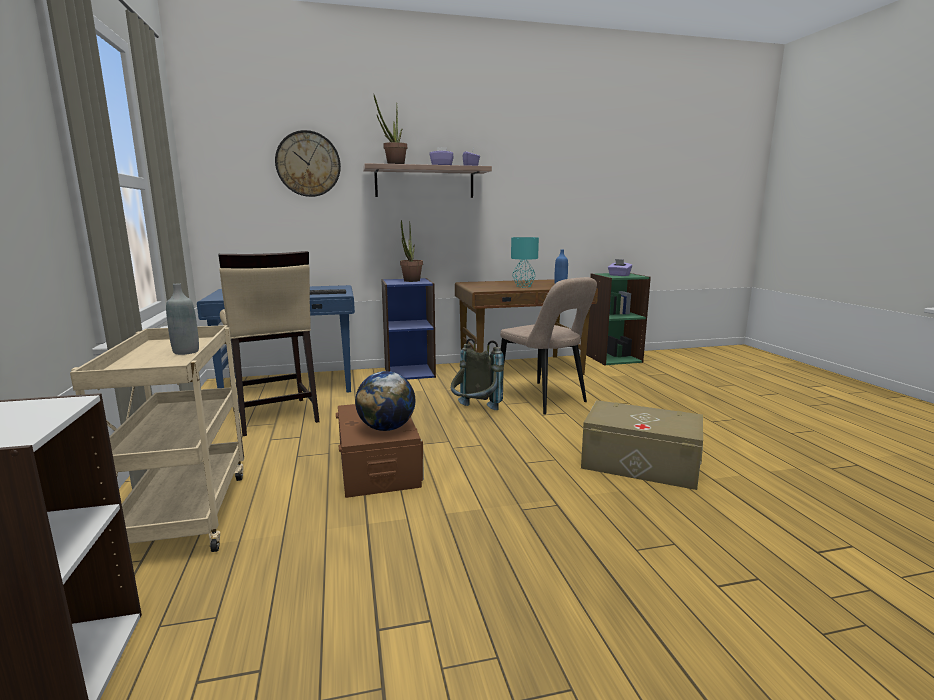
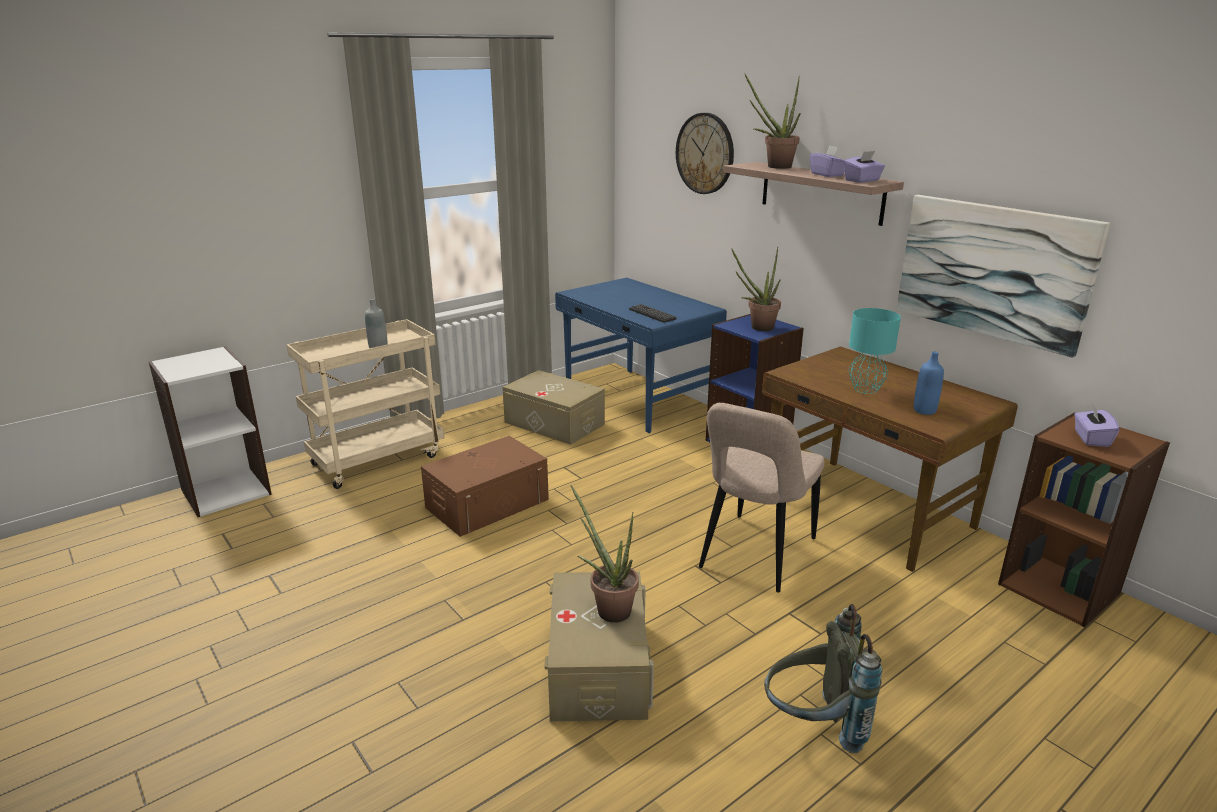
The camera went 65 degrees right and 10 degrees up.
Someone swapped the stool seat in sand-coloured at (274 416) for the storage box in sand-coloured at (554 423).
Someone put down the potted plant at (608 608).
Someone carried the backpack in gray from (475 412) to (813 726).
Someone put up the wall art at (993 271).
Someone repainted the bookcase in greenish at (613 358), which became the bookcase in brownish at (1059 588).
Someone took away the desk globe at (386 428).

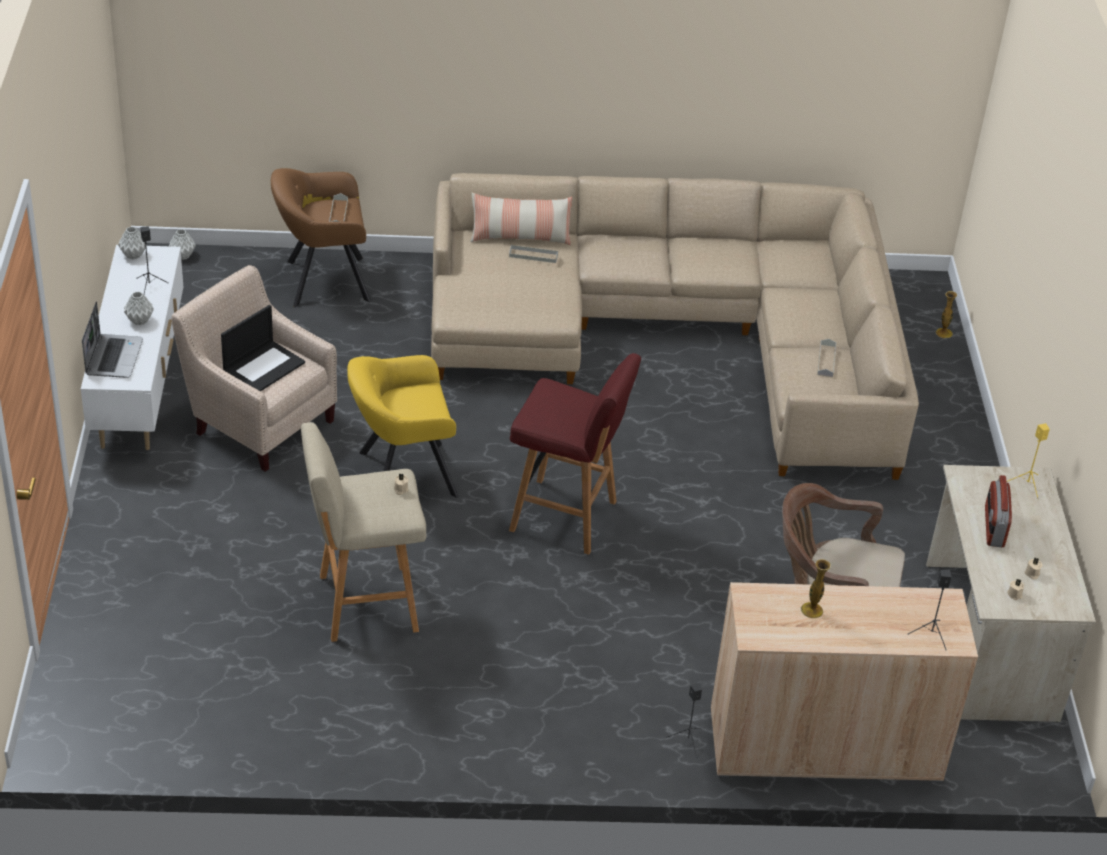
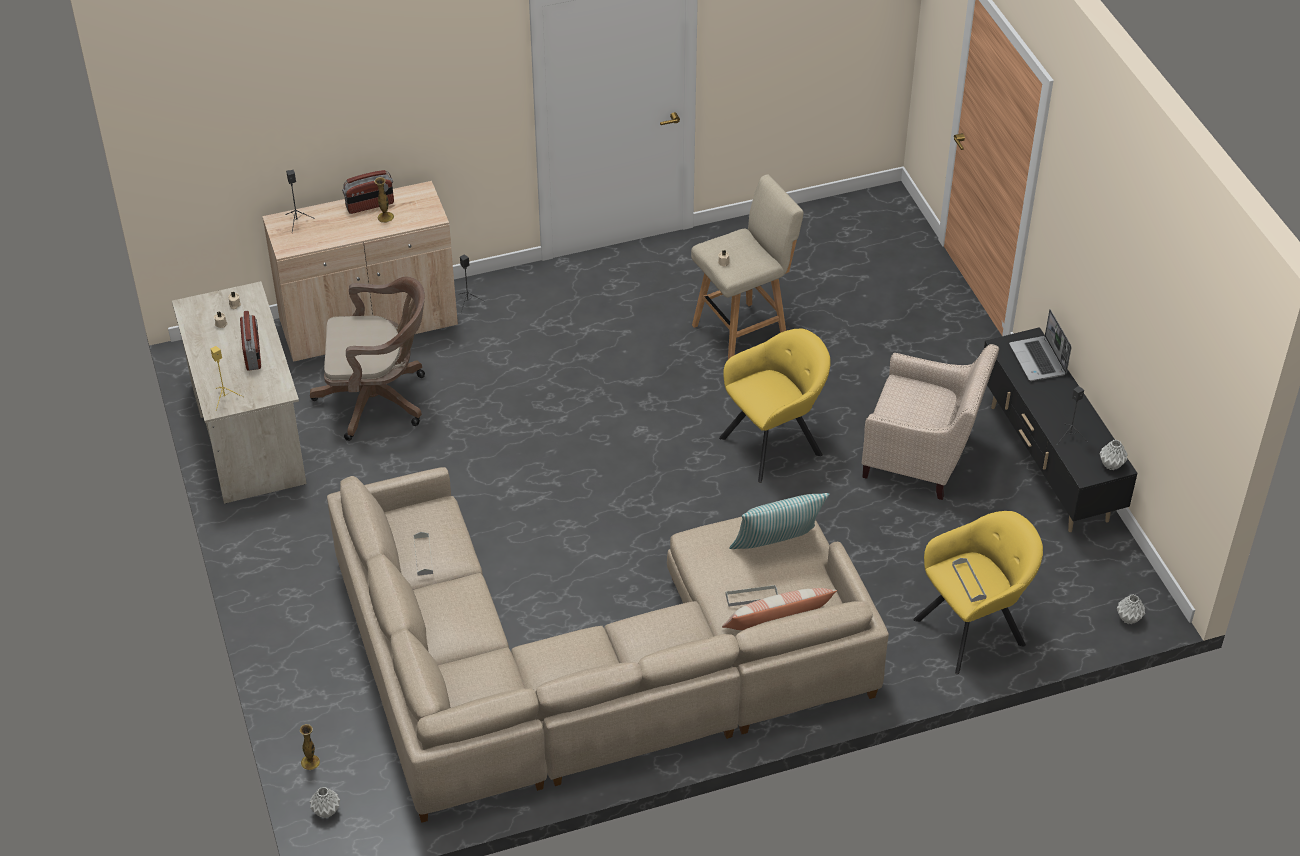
The camera went 165 degrees right and 5 degrees up.
Someone carried the vase in gray from (139 320) to (327 811).
Someone put down the radio at (370 205).
Someone put down the cushion at (777 549).
Someone repainted the easy chair in brownish at (322 281), which became the easy chair in yellow at (974 629).
Someone repainted the tv unit in white at (140 385), which became the tv unit in blackish at (1047 464).
Someone took away the portable computer at (264 366).
Someone took away the stool seat in red at (566 517).

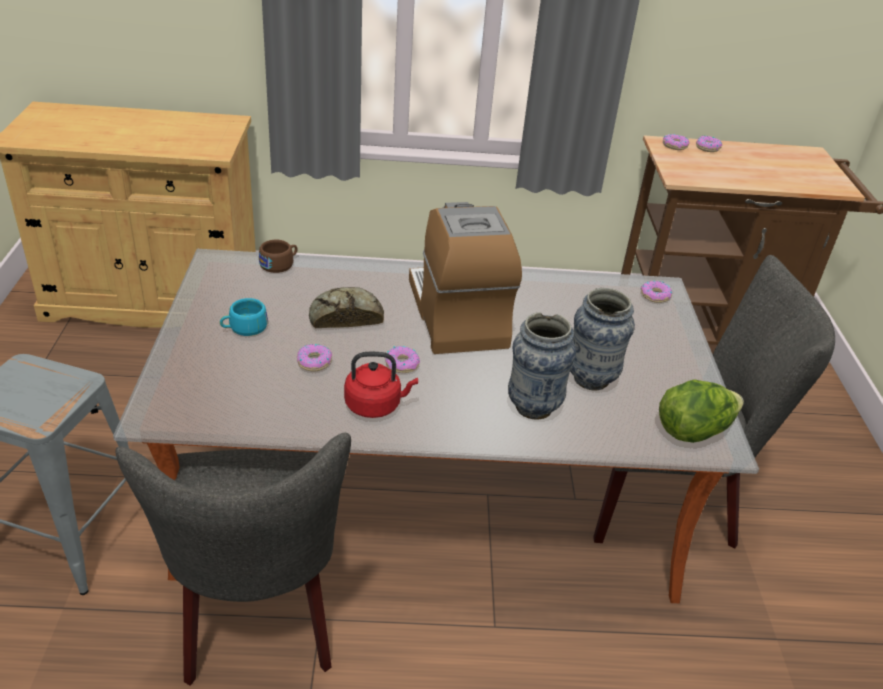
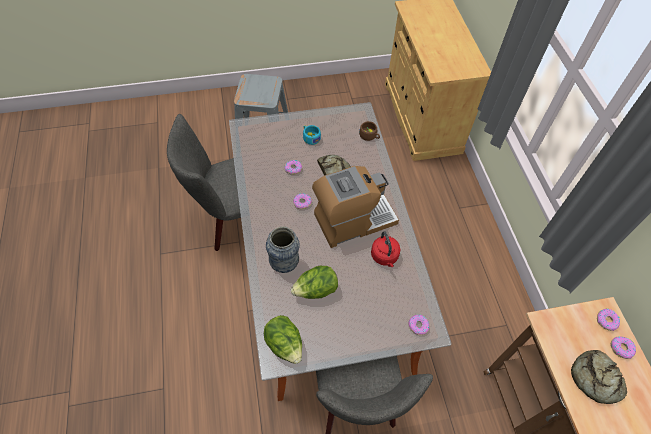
The camera went 80 degrees right and 20 degrees up.
Someone swapped the vase at (591 379) for the head of lettuce at (315 290).
Someone carried the water kettle in red from (376 405) to (385 257).
Someone put down the bakery bread at (595 379).

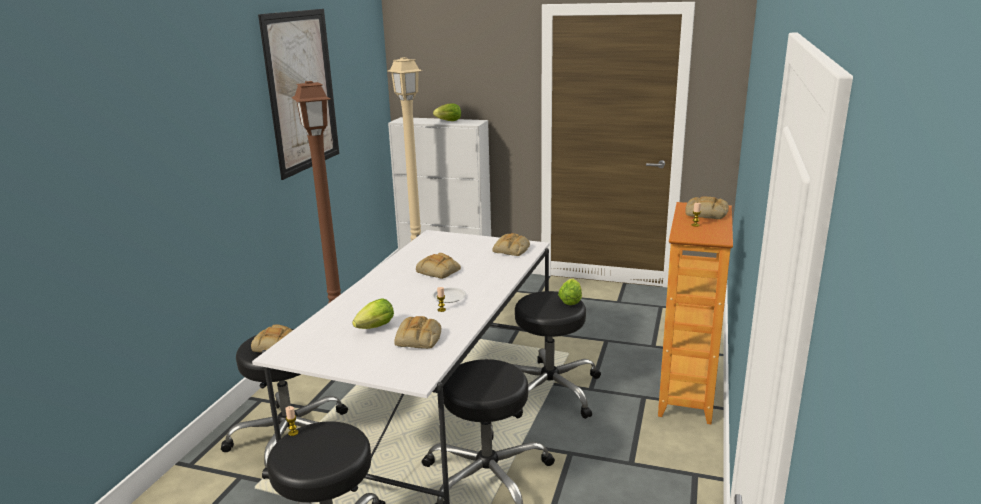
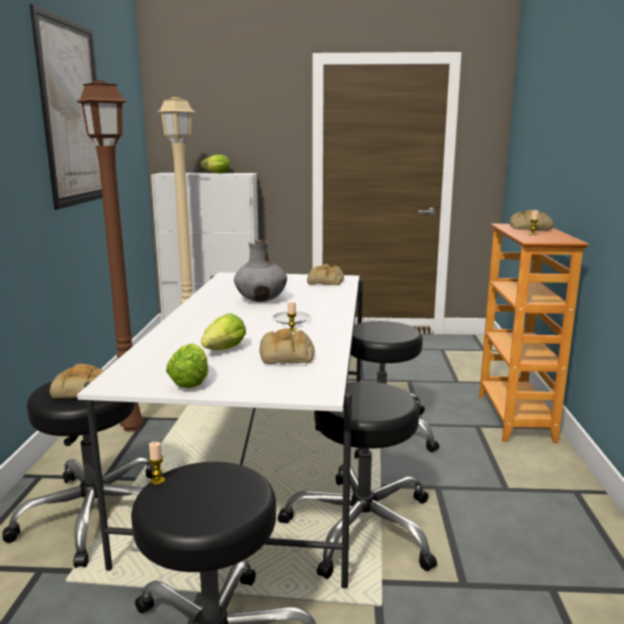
The camera went 15 degrees left and 5 degrees down.
Someone carried the head of lettuce from (571 300) to (191 381).
Someone swapped the bakery bread at (439 271) for the vase in gray at (261 300).

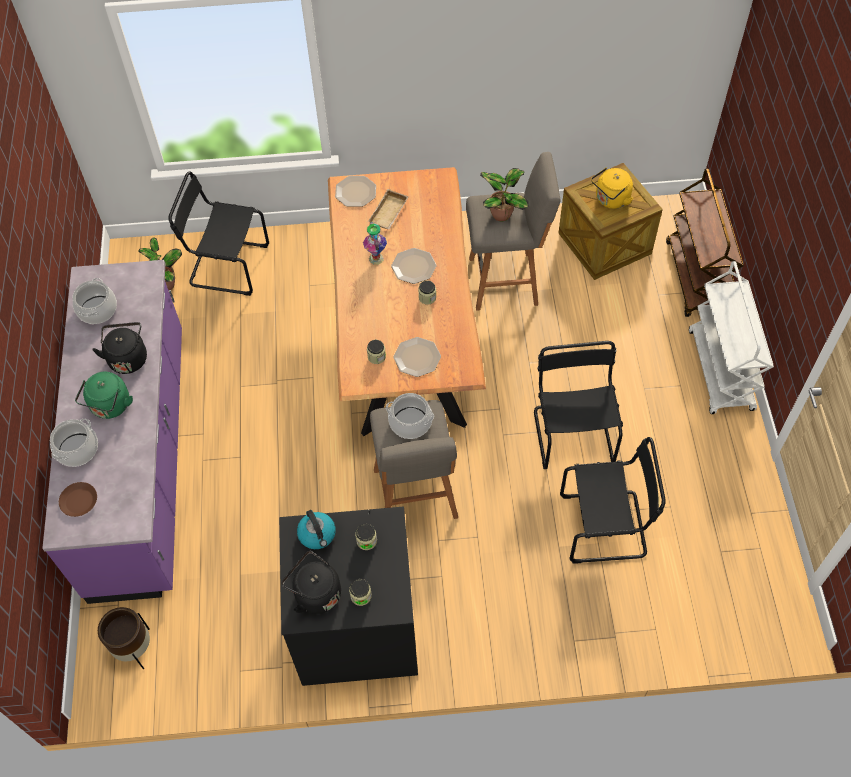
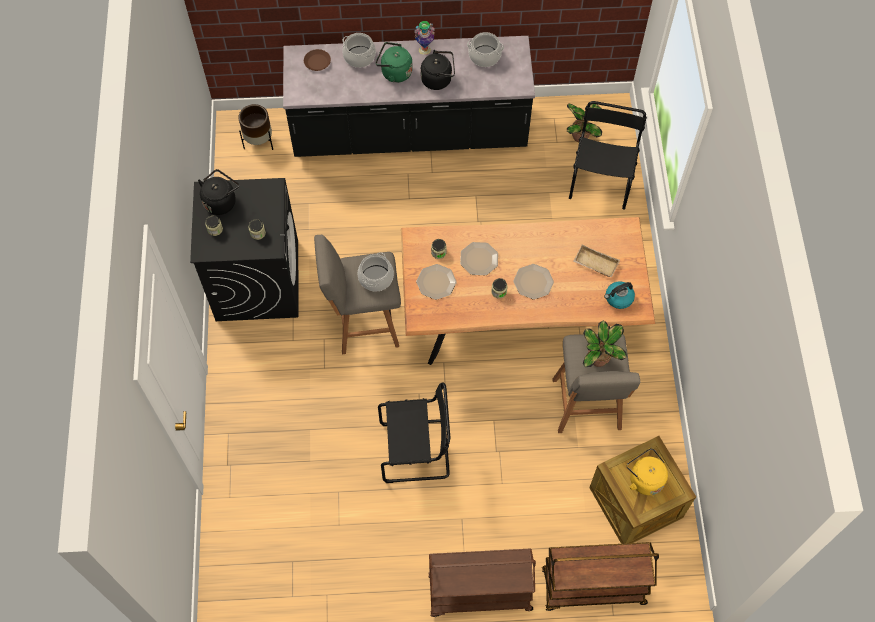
The camera went 90 degrees right and 5 degrees up.
Someone repainted the kitchen base unit in purple at (142 460), which became the kitchen base unit in blackish at (410 134).
Someone carried the vase from (376 258) to (424 50).
Someone repainted the cart in white at (721 371), which became the cart in brownish at (479 593).
Someone carried the dinner plate from (355 192) to (478 259).
Someone carried the water kettle from (317 535) to (618 298).
Someone took away the upright chair in blackish at (606 526).

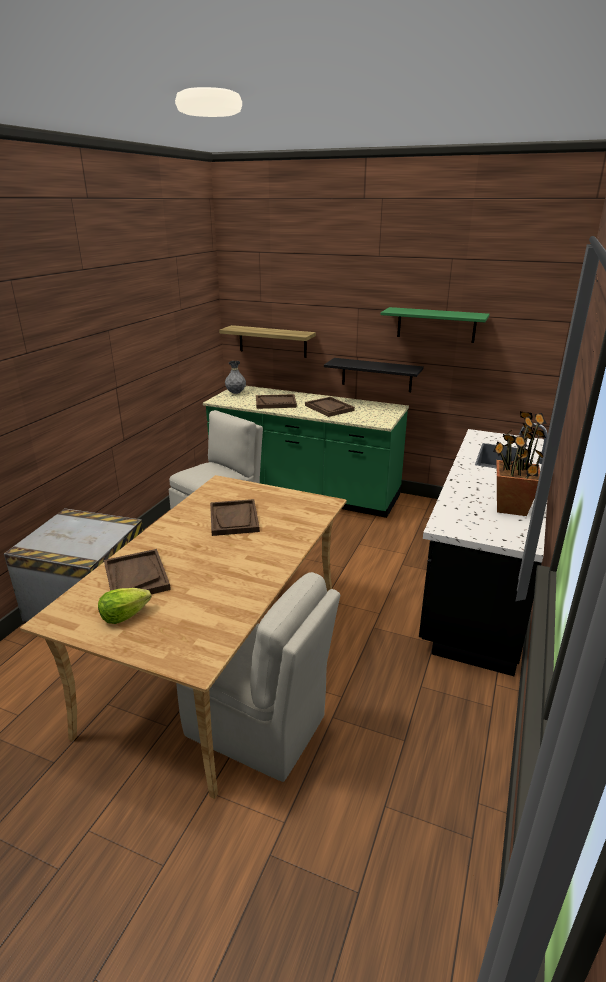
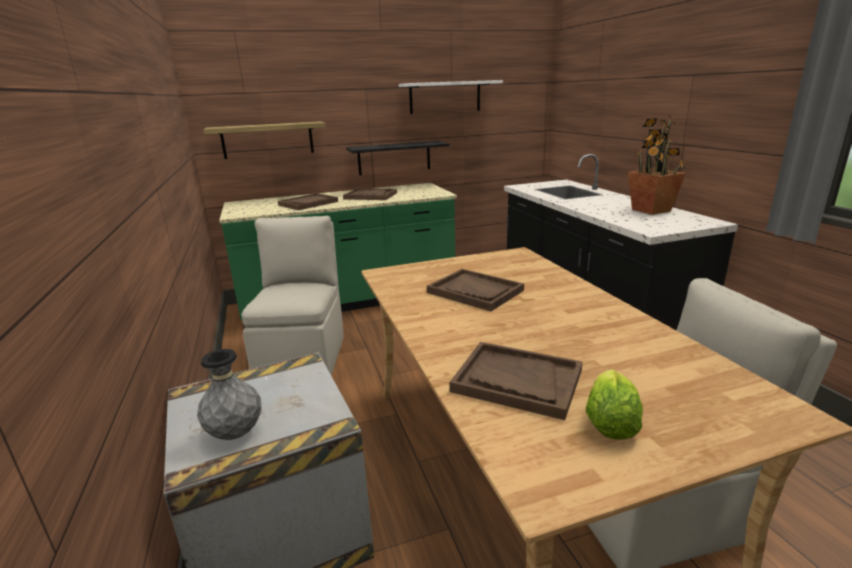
The camera went 40 degrees left and 5 degrees down.
Someone carried the vase in gray from (236 393) to (235 434).
Someone repainted the wall shelf in greenish at (436 325), which became the wall shelf in white at (445 97).

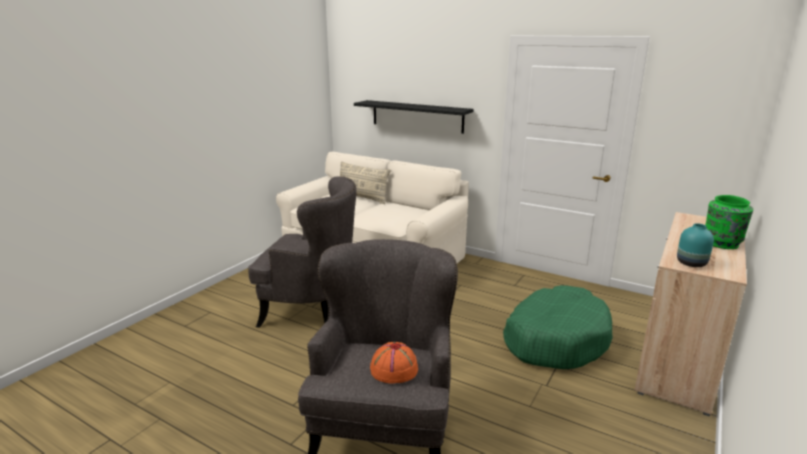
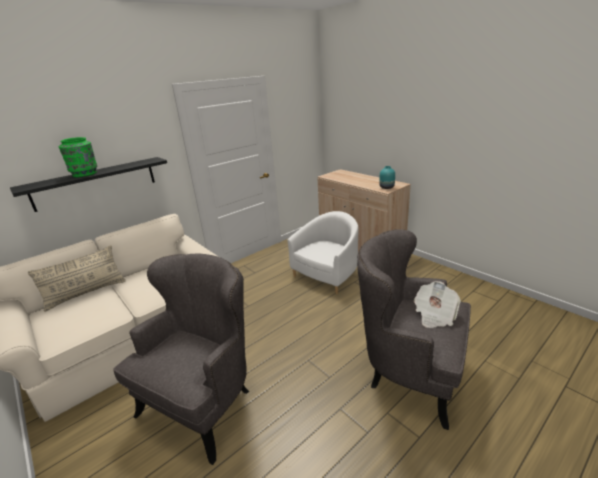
The camera went 70 degrees left and 5 degrees up.
Someone carried the vase in greenish from (721 244) to (85 174).
Someone swapped the dog bed in greenish at (555 339) for the easy chair in white at (327 274).
Someone swapped the hat in orange at (393 369) for the newspaper at (434 315).

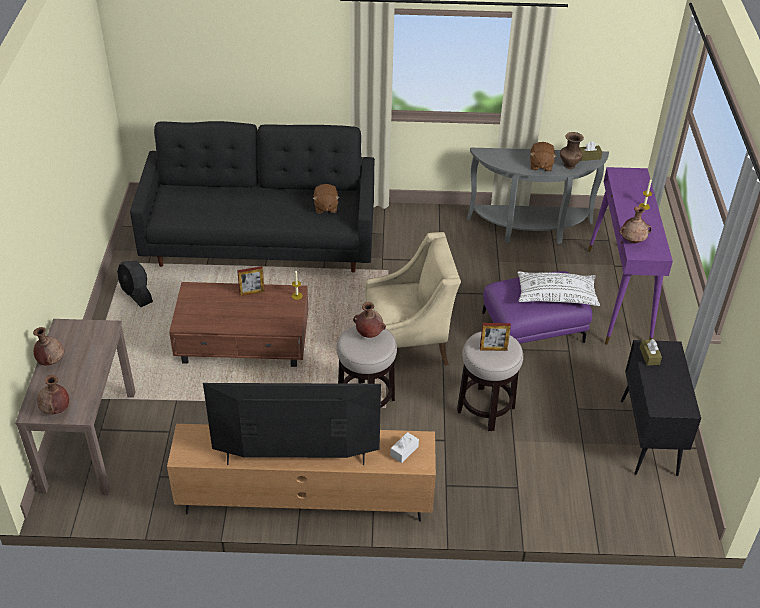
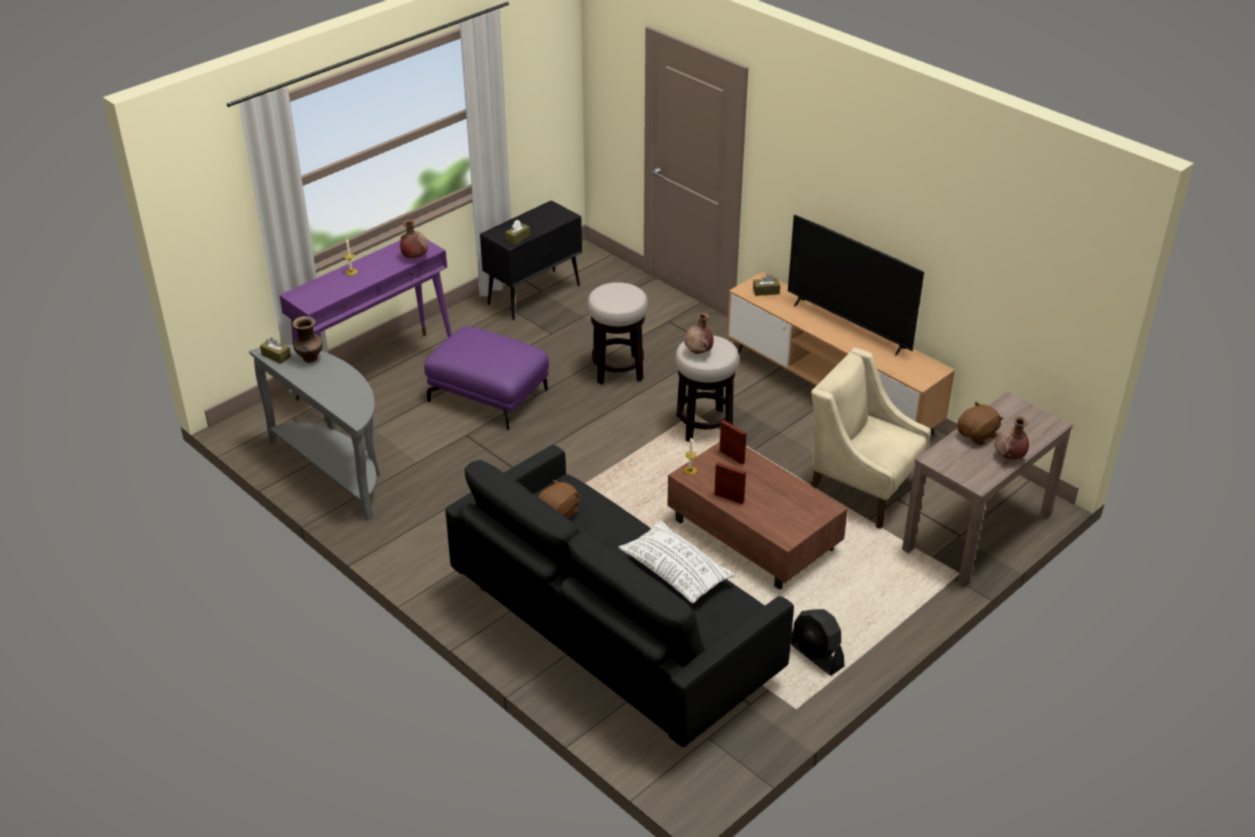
The camera went 135 degrees left and 5 degrees down.
Someone carried the cushion in white from (556 296) to (675 571).
Someone carried the photo frame from (493 349) to (731 457).
Someone repainted the tissue box in white at (404 451), which became the tissue box in brownish at (766 291).
Someone rotated the electric fan in blackish at (136 294) by 135 degrees clockwise.
Someone carried the easy chair in sand-coloured from (408 342) to (862 488).
Someone carried the plush toy in brownish from (540 165) to (977 435).
Someone took away the vase in brownish at (56 410).

